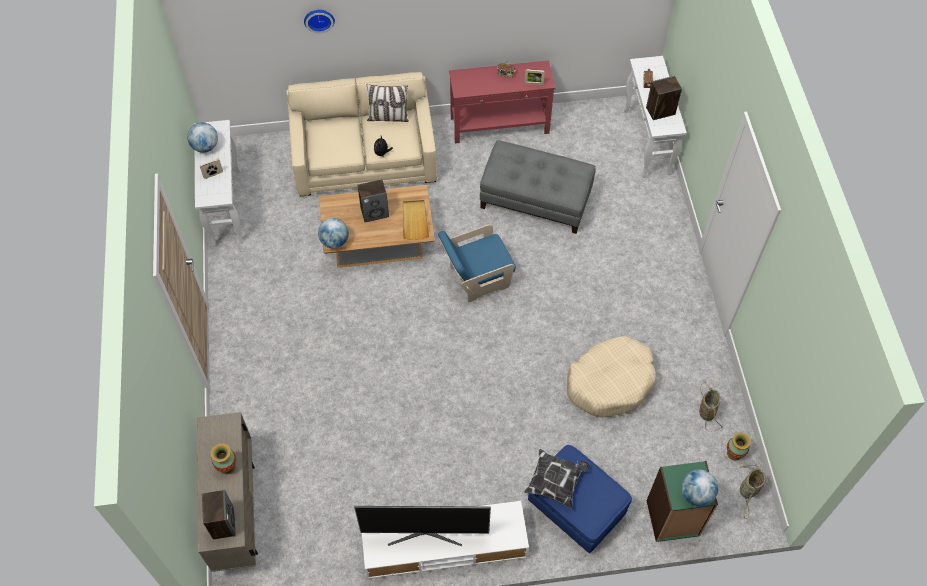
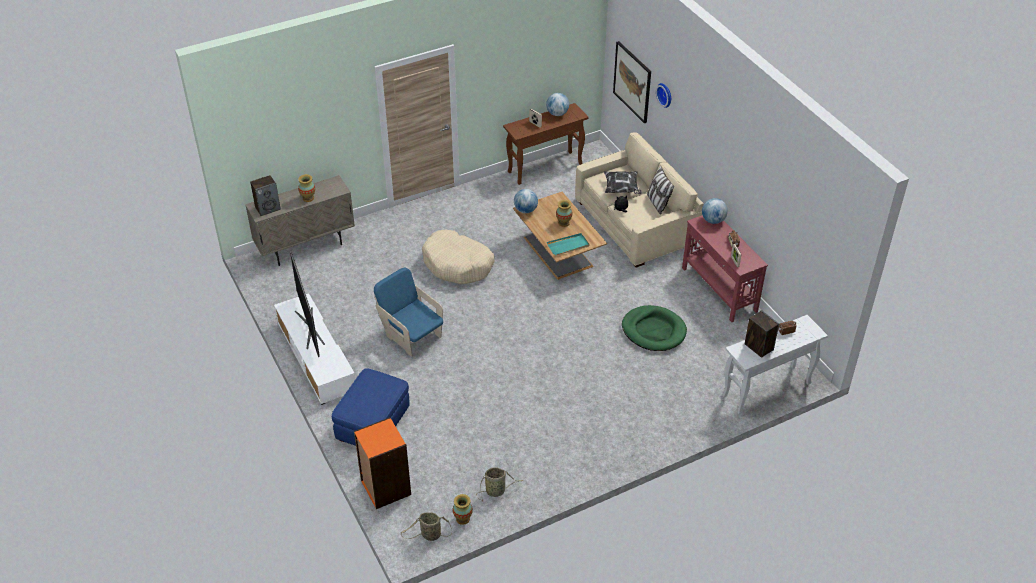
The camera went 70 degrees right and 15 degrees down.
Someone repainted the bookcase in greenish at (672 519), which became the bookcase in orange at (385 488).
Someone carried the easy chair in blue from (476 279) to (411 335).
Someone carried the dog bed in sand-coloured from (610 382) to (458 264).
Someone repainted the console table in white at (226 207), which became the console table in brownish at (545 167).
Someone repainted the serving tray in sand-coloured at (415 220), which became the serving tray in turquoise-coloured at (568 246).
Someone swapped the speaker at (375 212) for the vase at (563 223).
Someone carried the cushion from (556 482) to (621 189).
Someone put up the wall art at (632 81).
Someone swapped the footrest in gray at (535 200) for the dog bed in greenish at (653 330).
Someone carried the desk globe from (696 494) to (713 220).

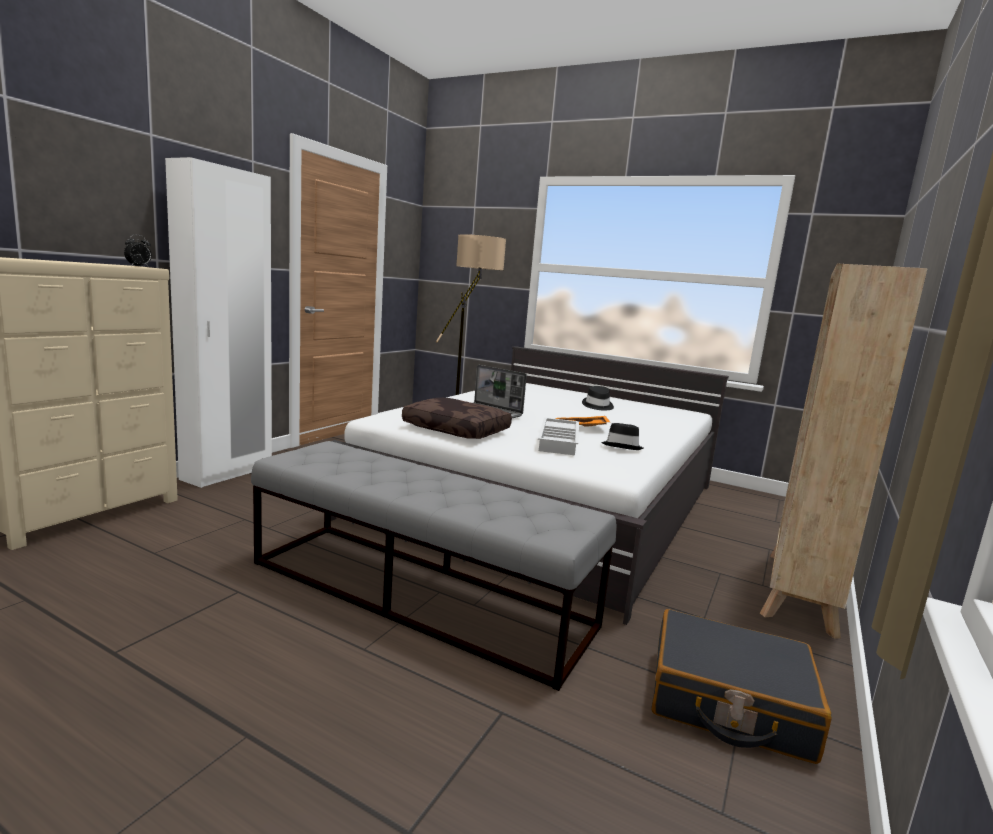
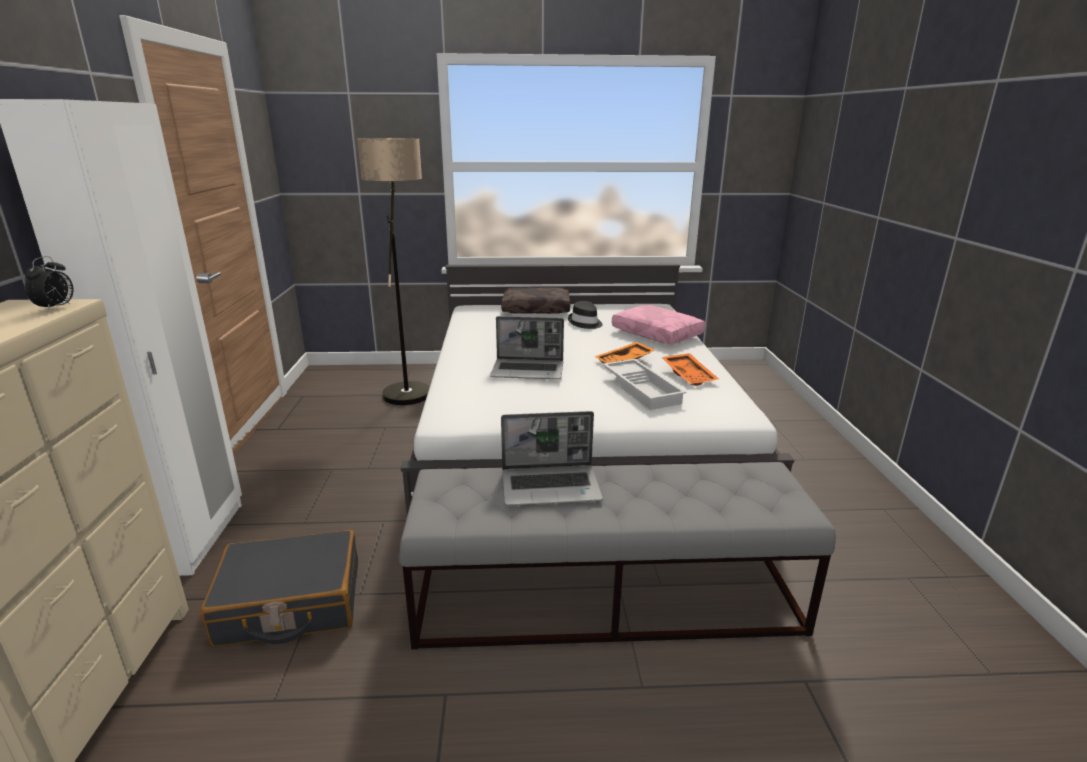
The camera went 30 degrees left and 10 degrees up.
Someone carried the travel case in blackish from (728 702) to (290 603).
Someone carried the cushion in brownish from (457 429) to (536 309).
Someone put down the portable computer at (551 486).
Someone put down the cushion in pink at (658 334).
Someone swapped the hat in blackish at (622 446) for the serving tray in orange at (689 375).
Someone took away the bookcase in sand-coloured at (799 592).

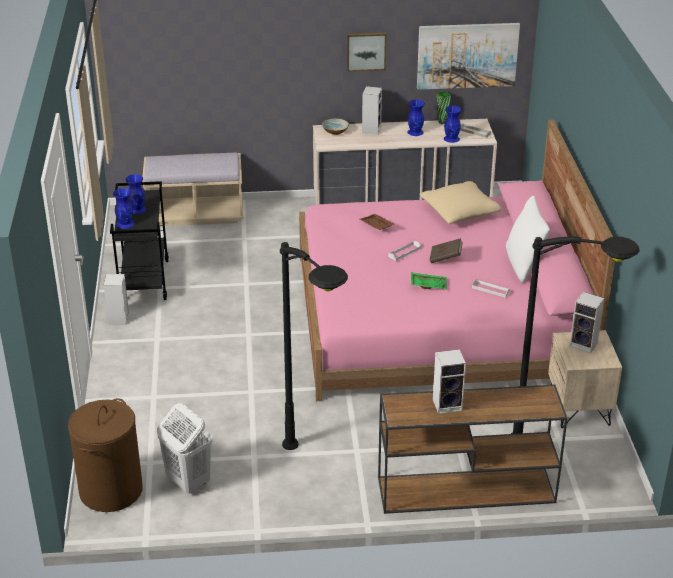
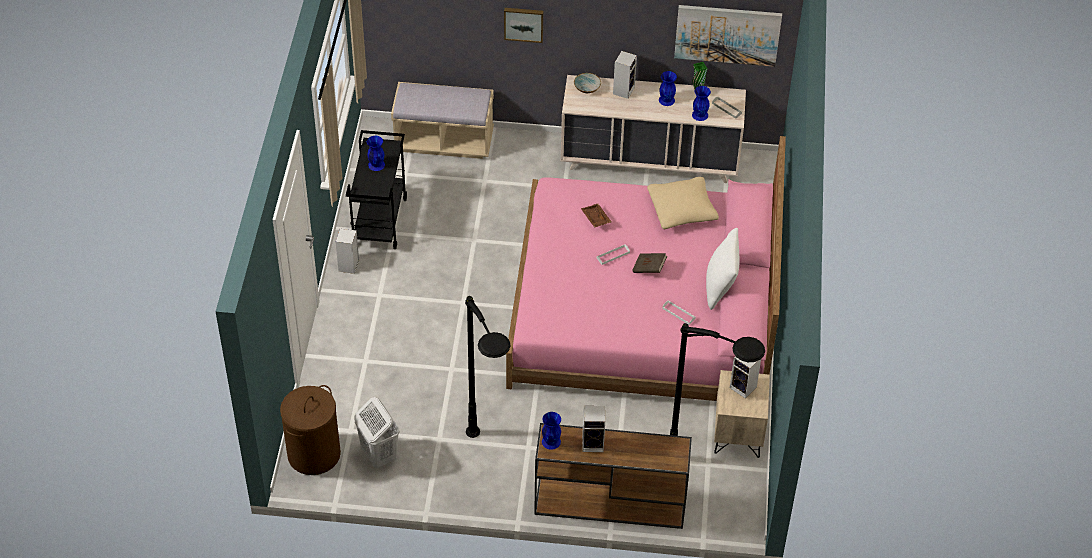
The camera went 10 degrees right and 15 degrees up.
Someone carried the wall art from (366 51) to (523 23).
Someone carried the vase in blue from (125 223) to (551 441).
Someone took away the serving tray in greenish at (428 285).

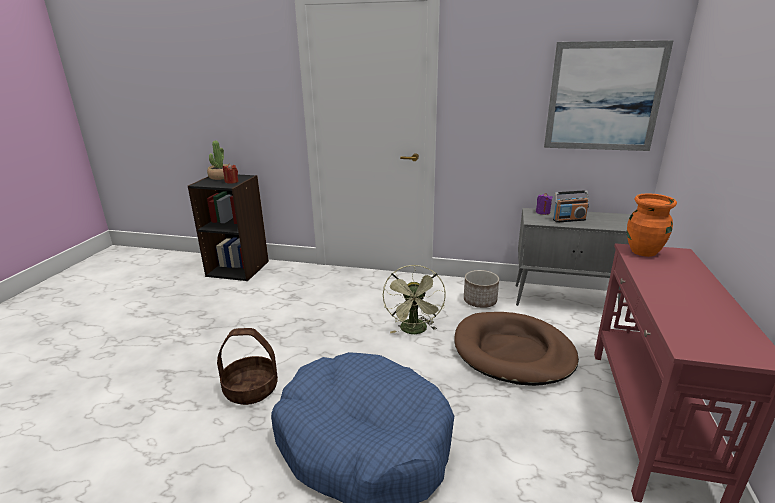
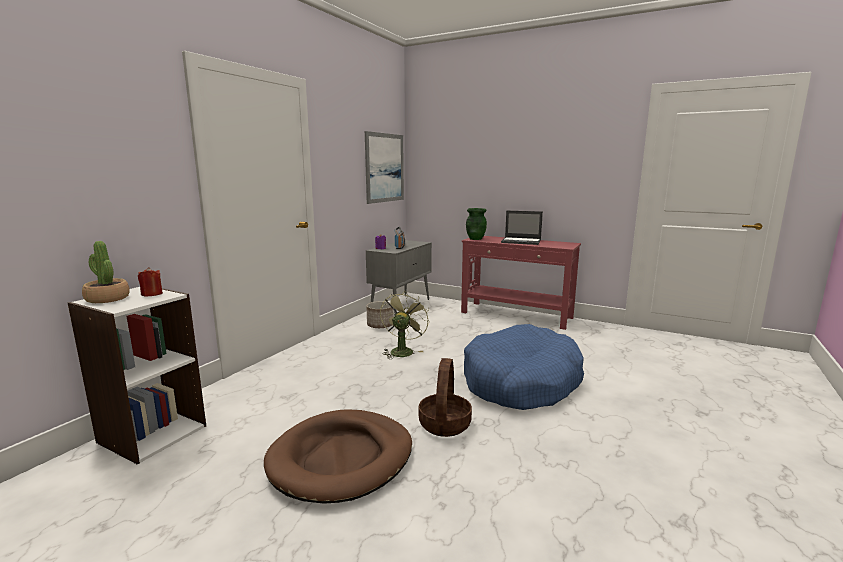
The camera went 75 degrees left and 10 degrees down.
Someone repainted the bookcase in blackish at (238 268), which became the bookcase in white at (152 433).
Someone carried the dog bed in brownish from (513 352) to (341 459).
Someone rotated the electric fan in greenish at (415 331) by 90 degrees counterclockwise.
Someone repainted the vase in orange at (643 251), which became the vase in greenish at (475 239).
Someone put down the portable computer at (521 241).

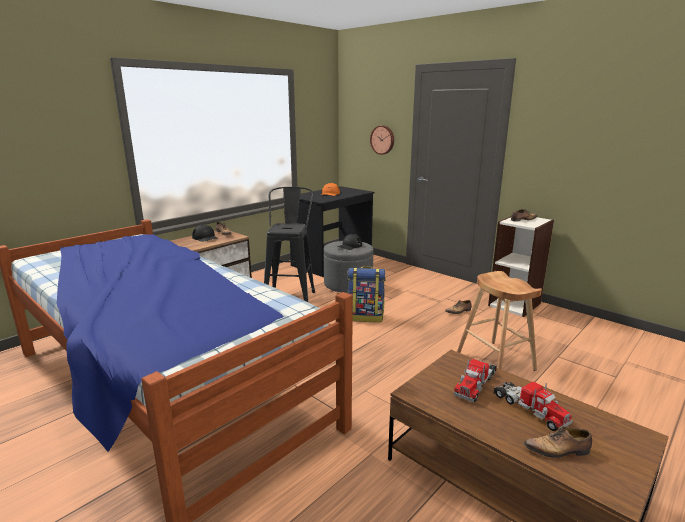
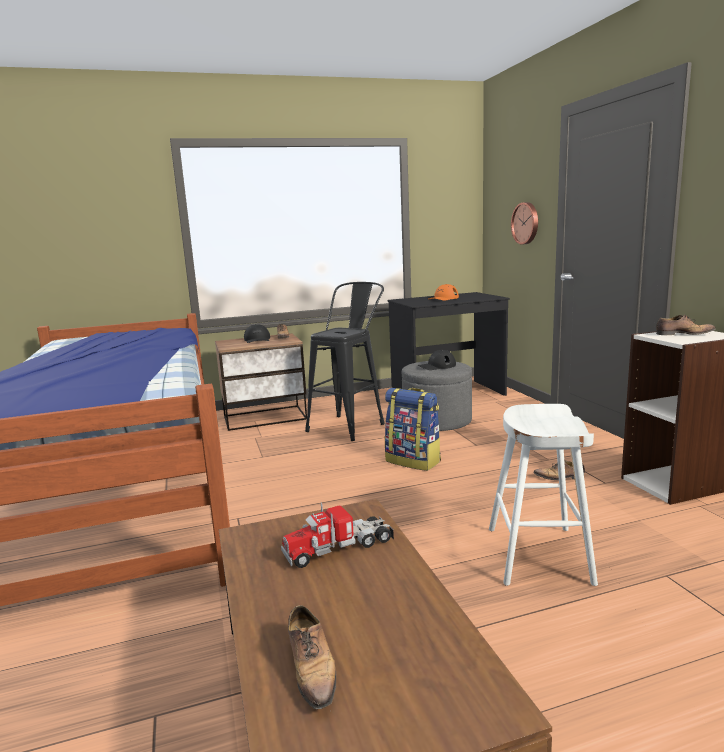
The camera went 30 degrees right and 5 degrees down.
Someone rotated the shoe at (558 450) by 135 degrees counterclockwise.
Someone repainted the stool seat in brownish at (495 361), which became the stool seat in white at (538 555).
Someone took away the toy lorry at (529 409).

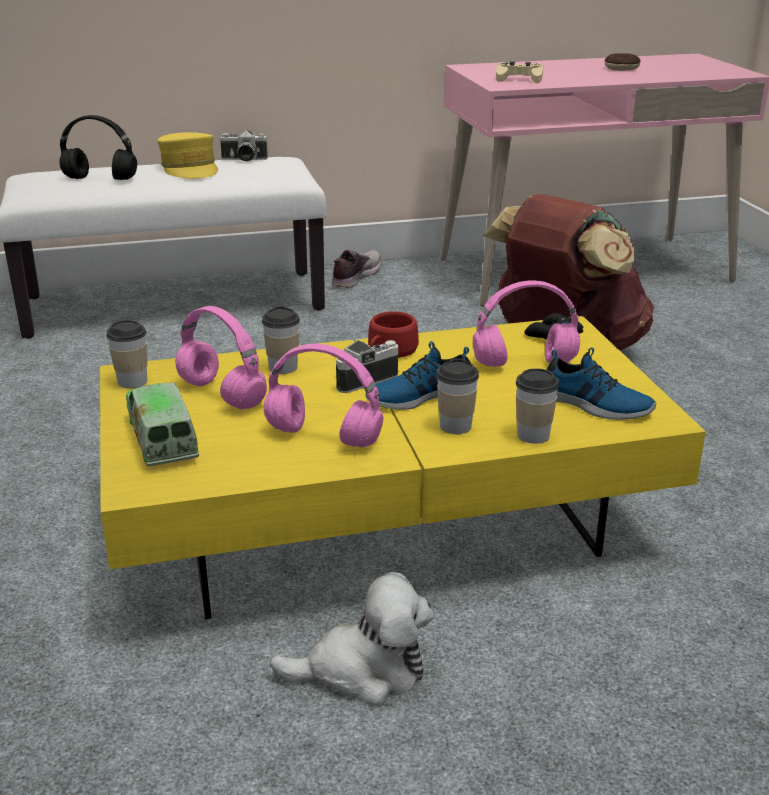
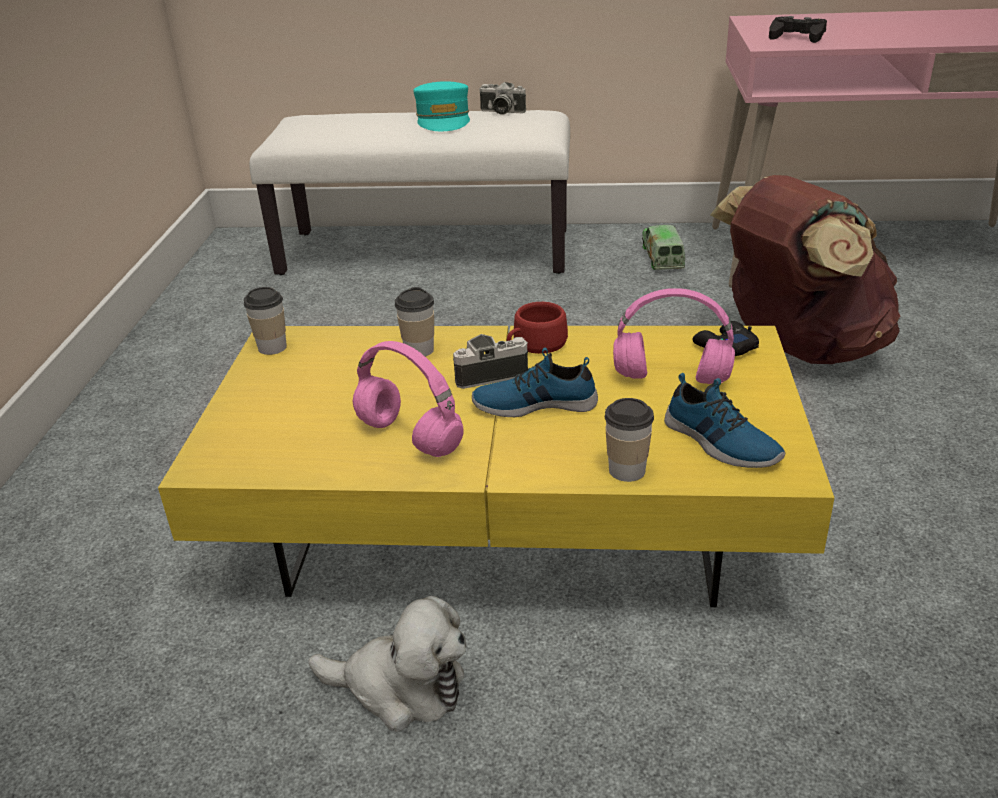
The camera went 20 degrees right and 5 degrees up.
Someone repainted the cap in yellow at (190 168), which became the cap in turquoise-coloured at (443 119).
Someone carried the toy lorry from (162 438) to (662 257).
Someone repainted the joypad in sand-coloured at (519 79), which became the joypad in blackish at (797 37).
Someone took away the headphones in blackish at (102 179).
Someone took away the headphones in pink at (219 394).
Someone took away the shoe at (355 277).
Someone took away the cup at (455 426).
Someone took away the ring doughnut at (621 68).

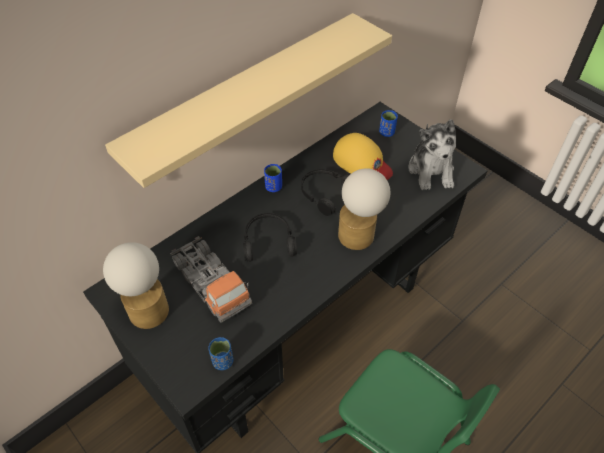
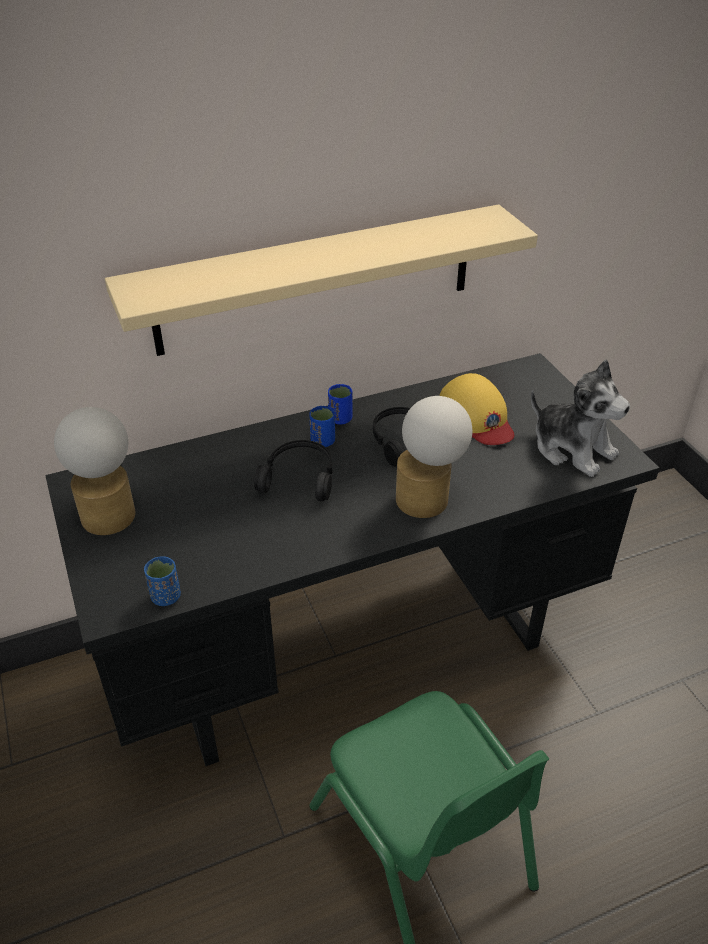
The camera went 20 degrees right and 10 degrees down.
Someone carried the cup in blue from (386 132) to (322 441).
Someone rotated the plush toy at (431 170) by 60 degrees counterclockwise.
Someone took away the toy lorry at (211 283).

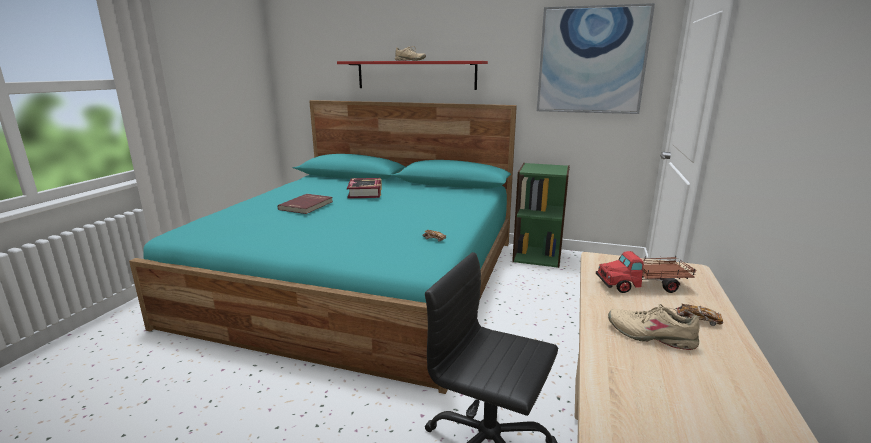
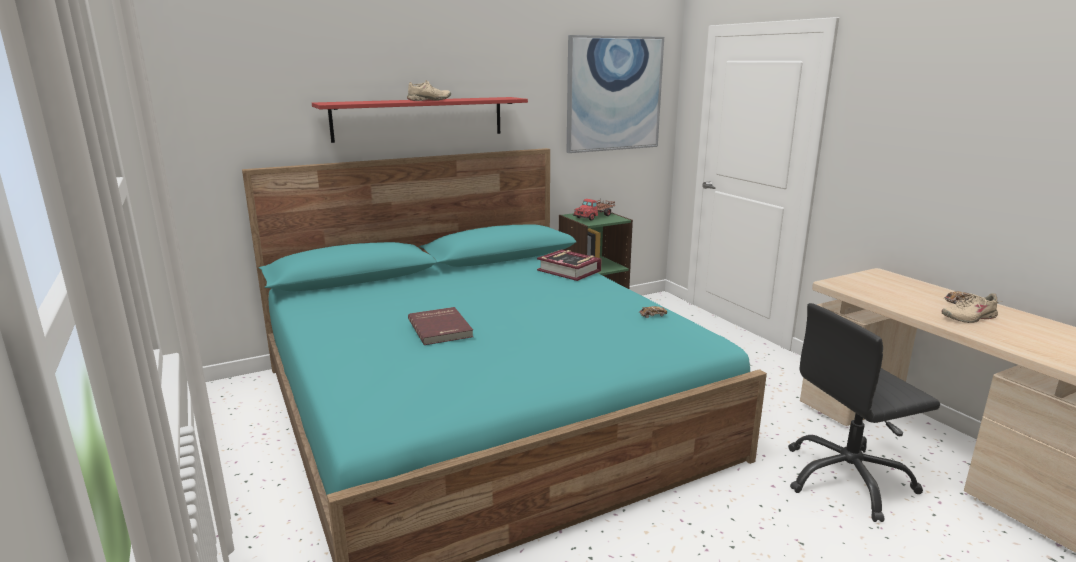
The camera went 45 degrees left and 0 degrees up.
Someone carried the bound book from (365 193) to (569 271).
Someone carried the toy lorry from (643 285) to (594 216).

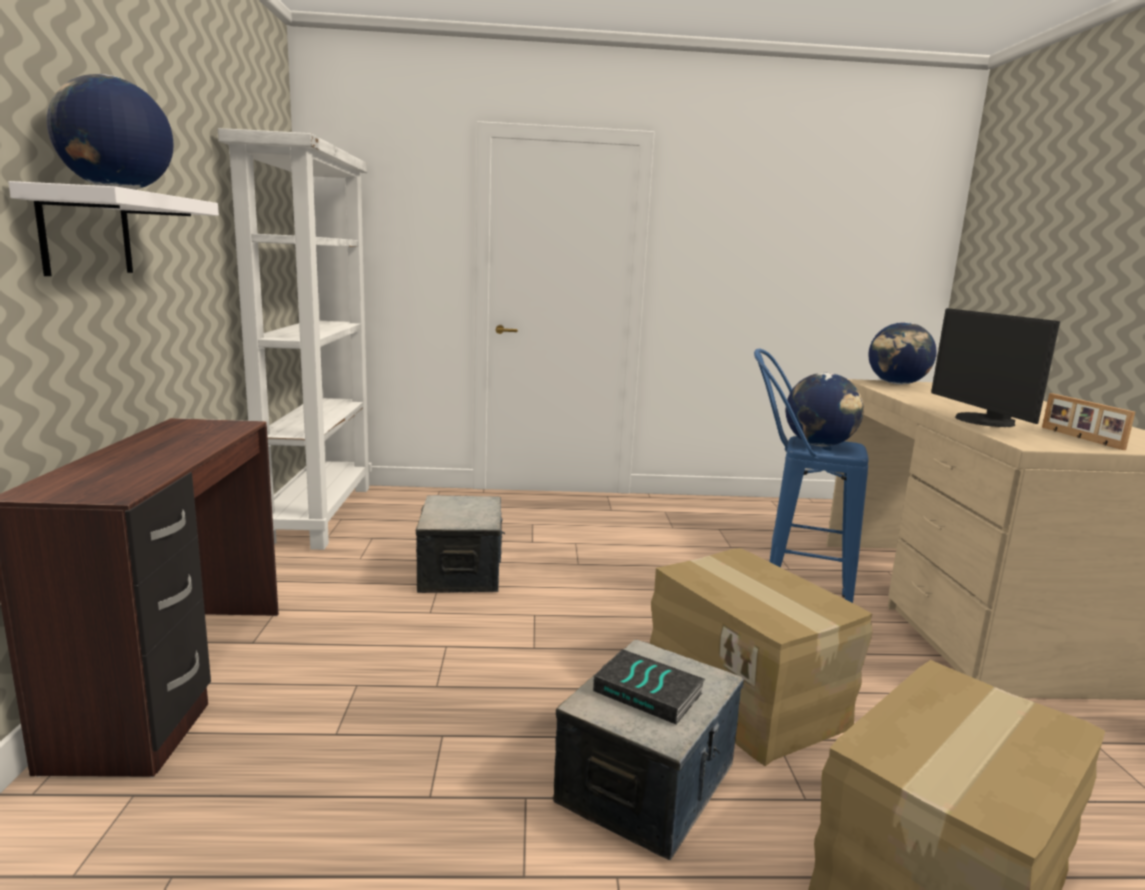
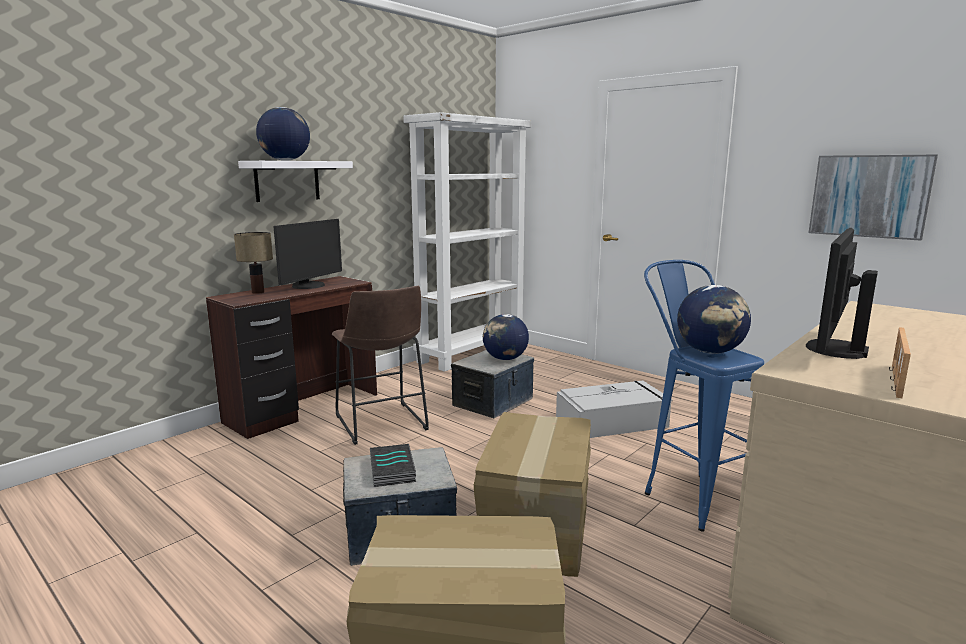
The camera went 45 degrees right and 0 degrees up.
Someone put down the table lamp at (258 292).
Someone put down the computer screen at (309 286).
Someone put down the stool seat in brownish at (381 425).
Someone carried the desk globe from (897 384) to (505 359).
Someone put down the storage box in gray at (613 421).
Someone put up the wall art at (869 196).

